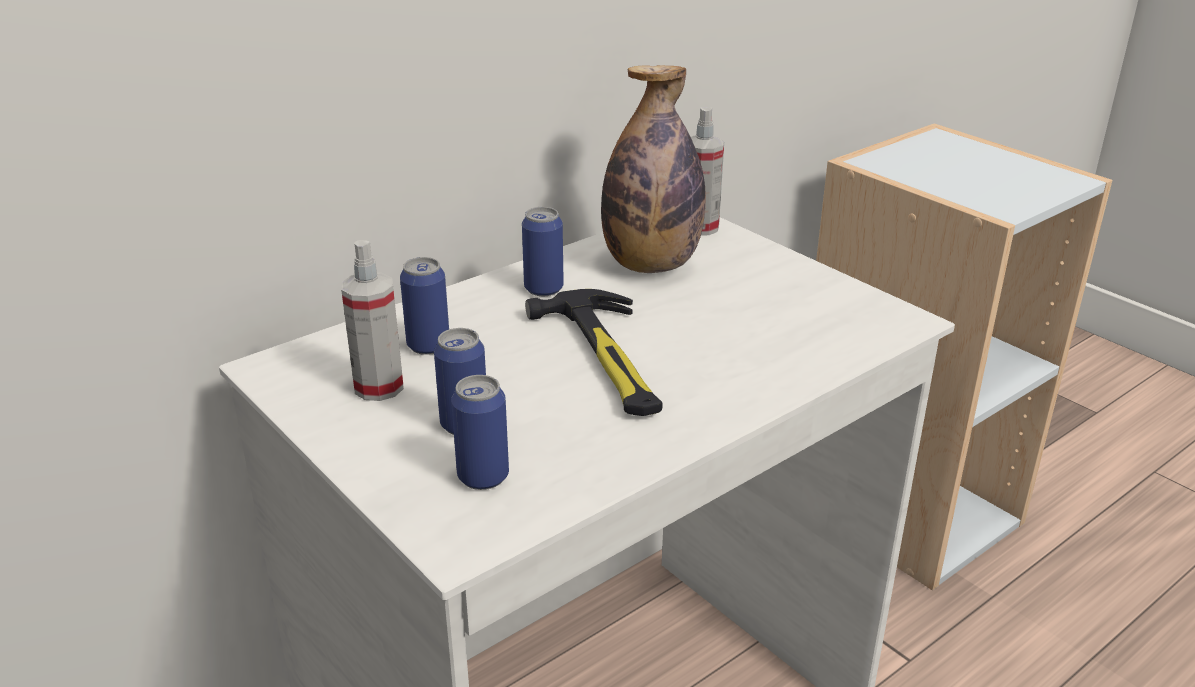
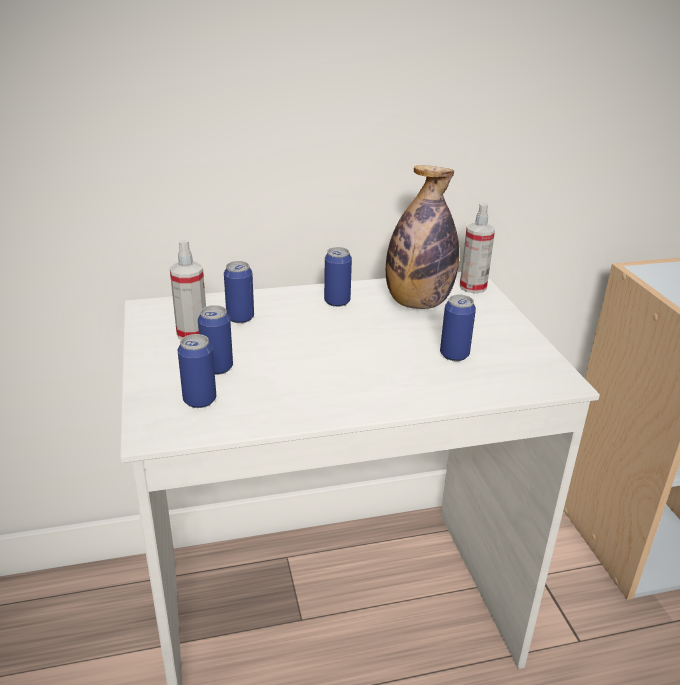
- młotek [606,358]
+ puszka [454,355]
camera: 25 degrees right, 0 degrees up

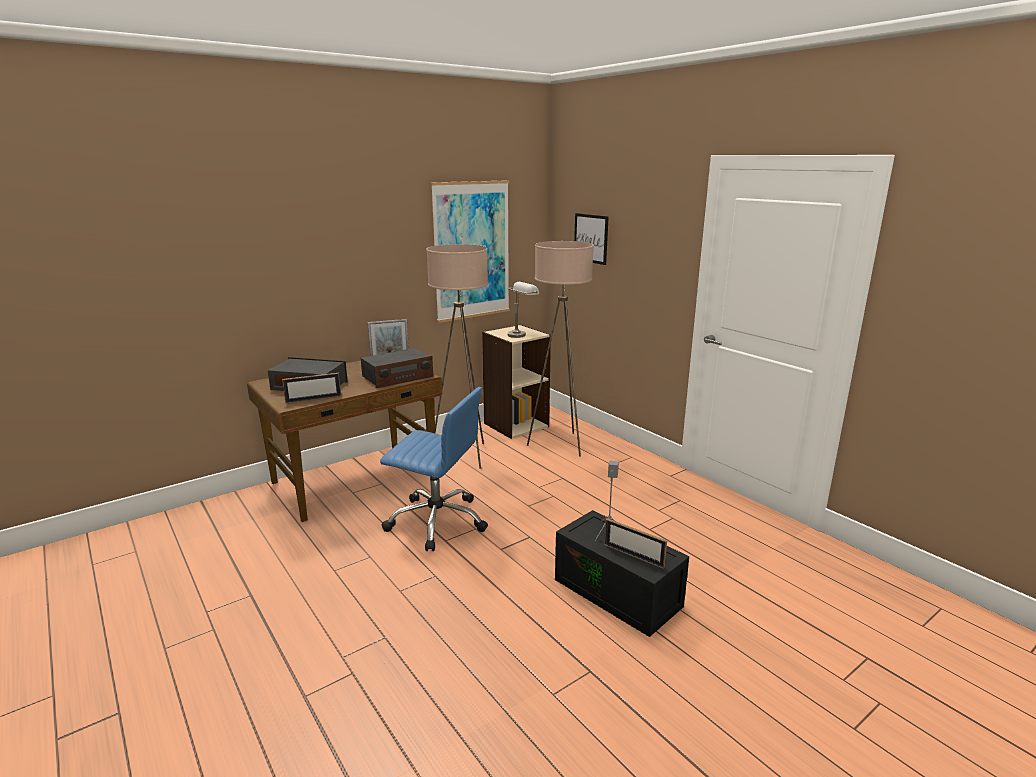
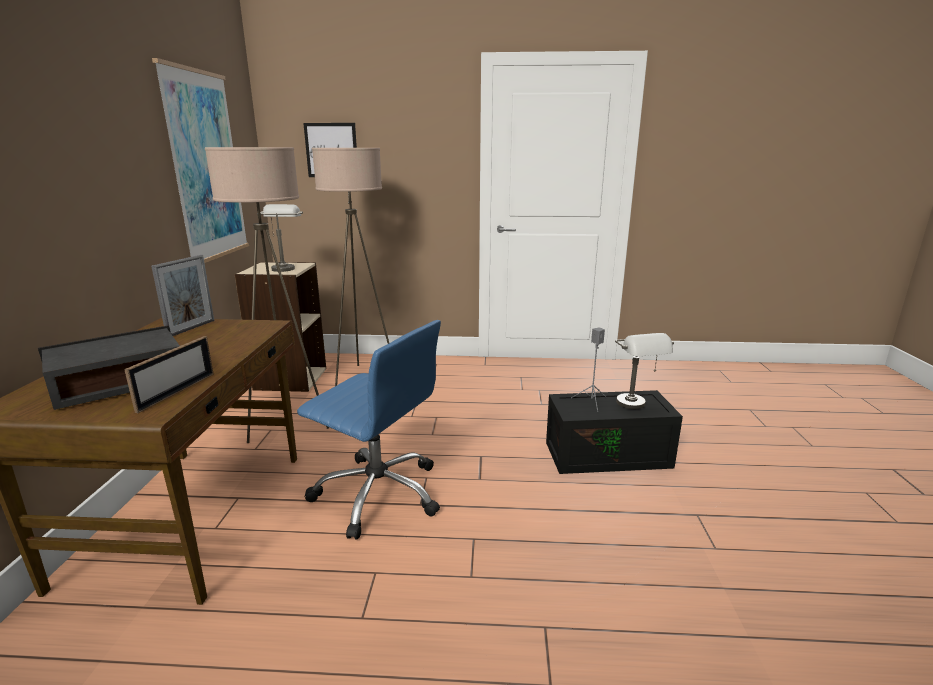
- radio [397,377]
~ krzesło biurowe [niebieski] [437,521] = [379,494] 60 degrees clockwise
~ ramka na zdjęcie [633,555] to lampa stołowa [szary] [636,407]
camera: 50 degrees left, 0 degrees up

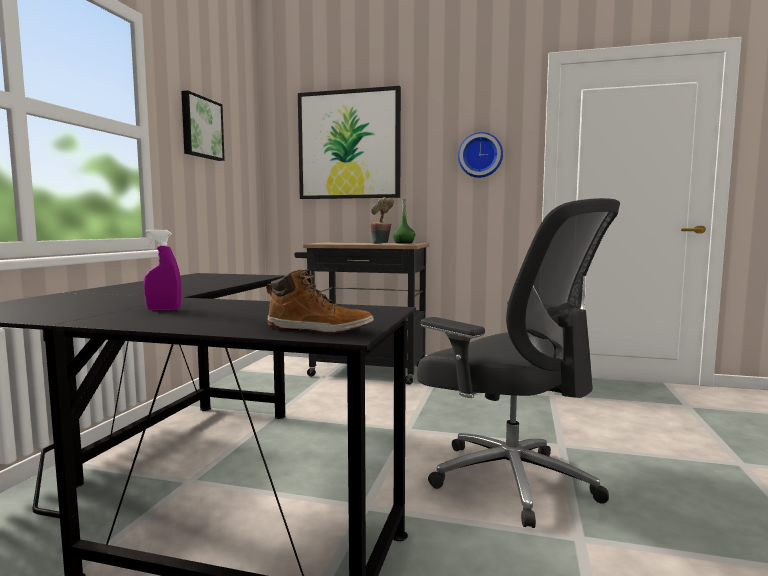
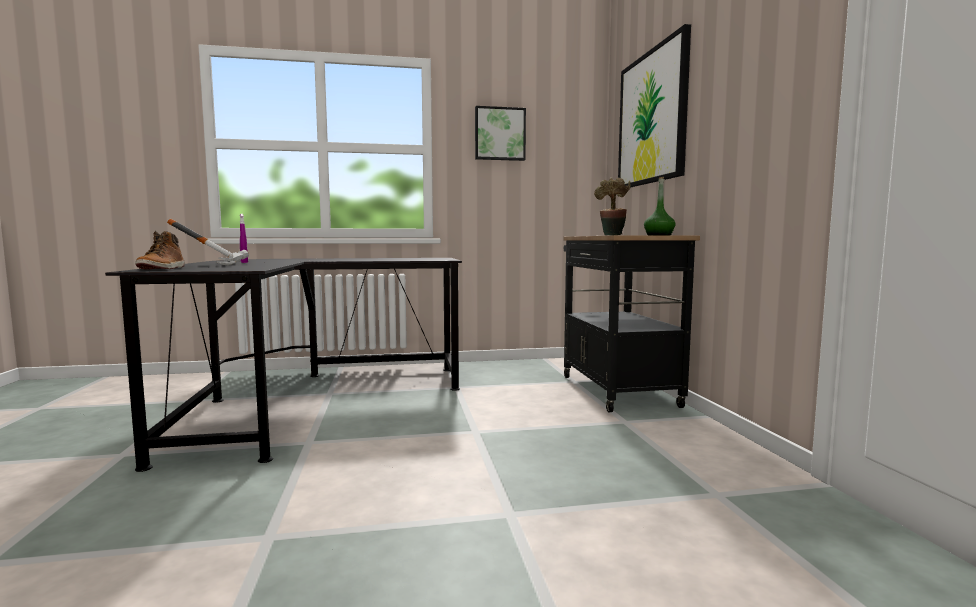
- zegar ścienny [480,155]
- krzesło biurowe [508,480]
+ młotek [213,264]
camera: 65 degrees right, 0 degrees up

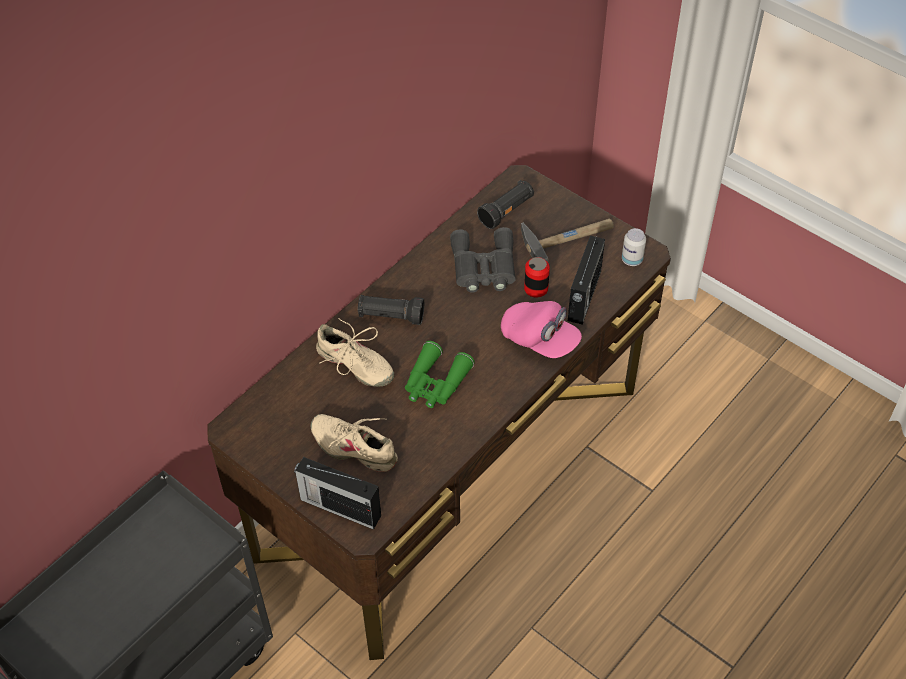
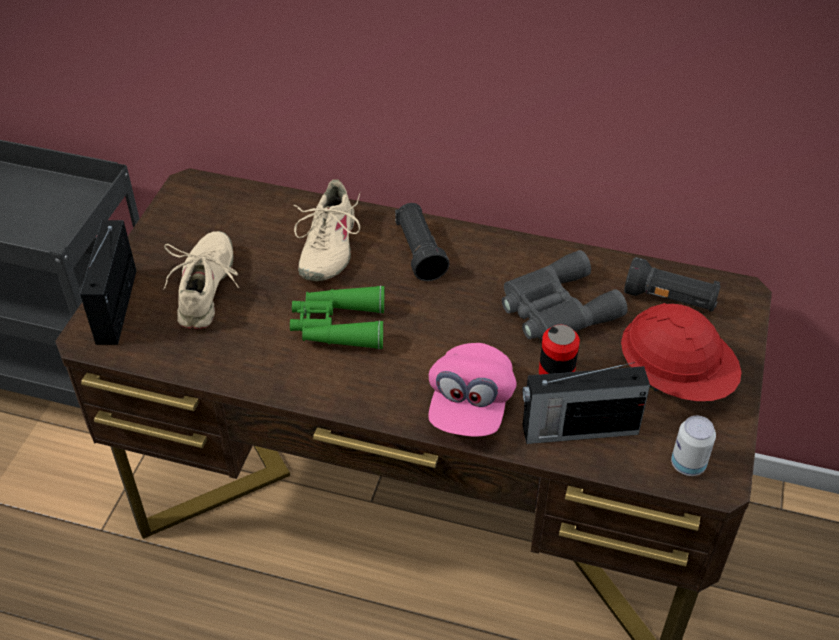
~ młotek [568,237] to kask [czerwony] [675,378]
camera: 65 degrees right, 5 degrees down

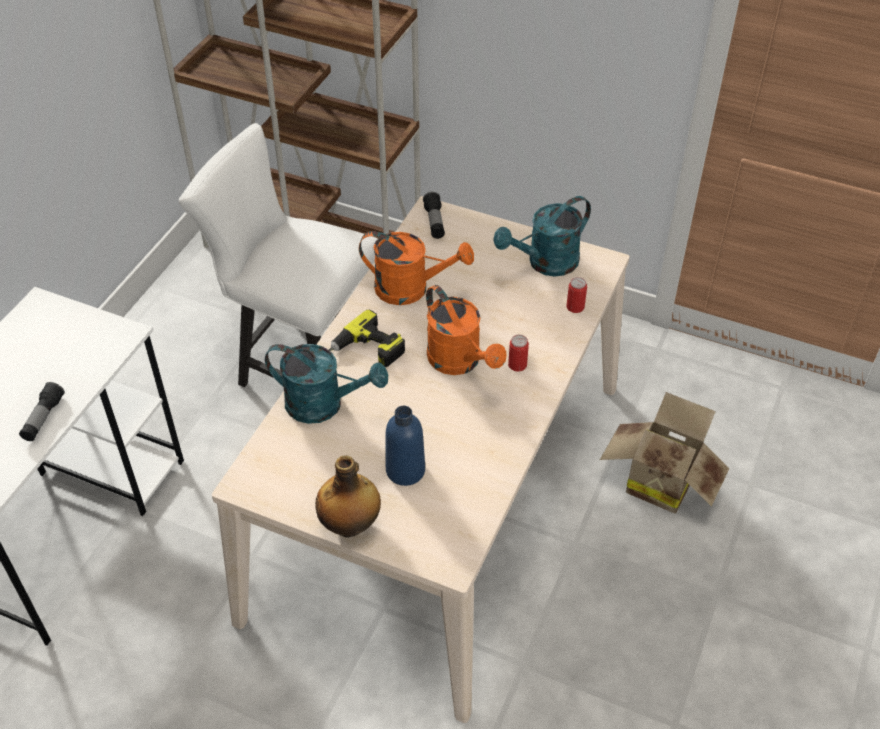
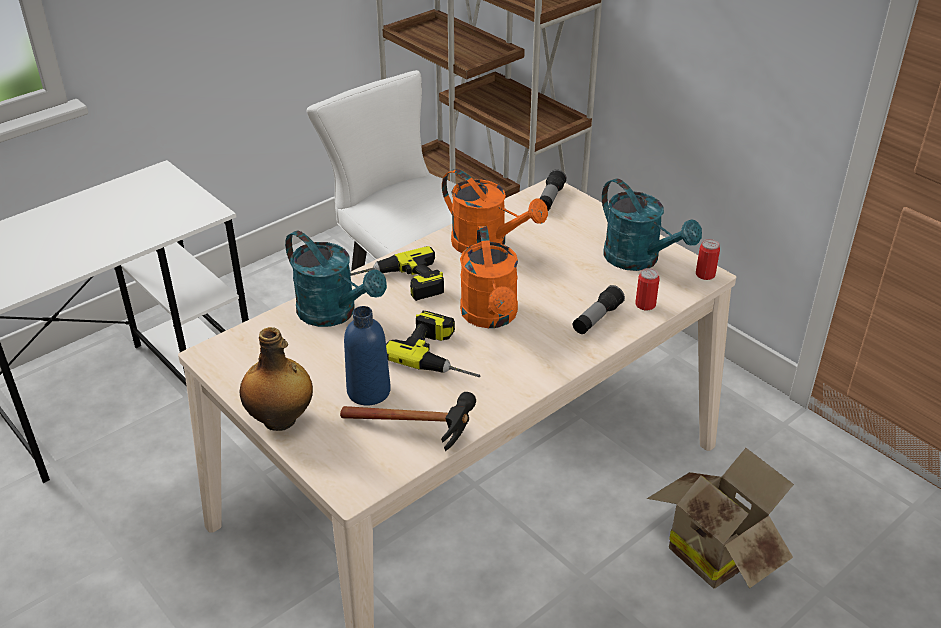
~ konewka [turkusowy] [545,263] = [639,260] 120 degrees counterclockwise
~ puszka [517,365] to [705,274]
~ latarka [43,418] to [596,319]
+ wiertarka [443,354]
+ młotek [422,436]
camera: 25 degrees right, 10 degrees down

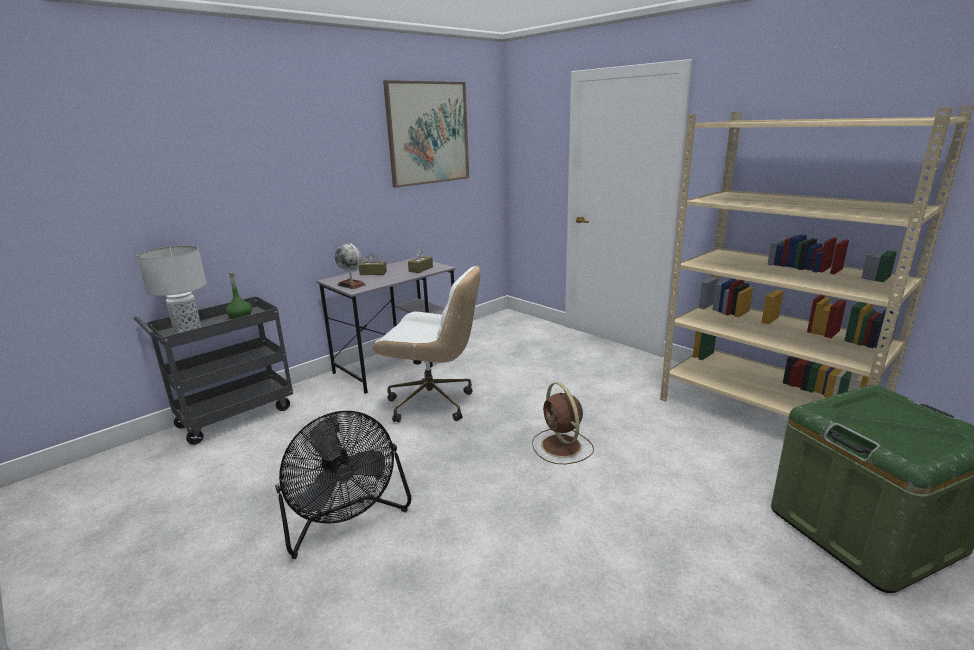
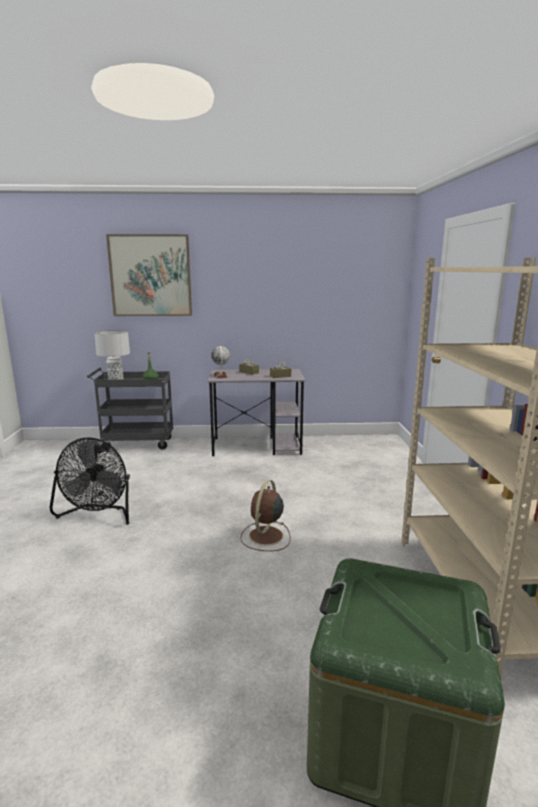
~ obraz [428,133] to [150,276]
- krzesło biurowe [biały] [433,404]
camera: 40 degrees right, 5 degrees down

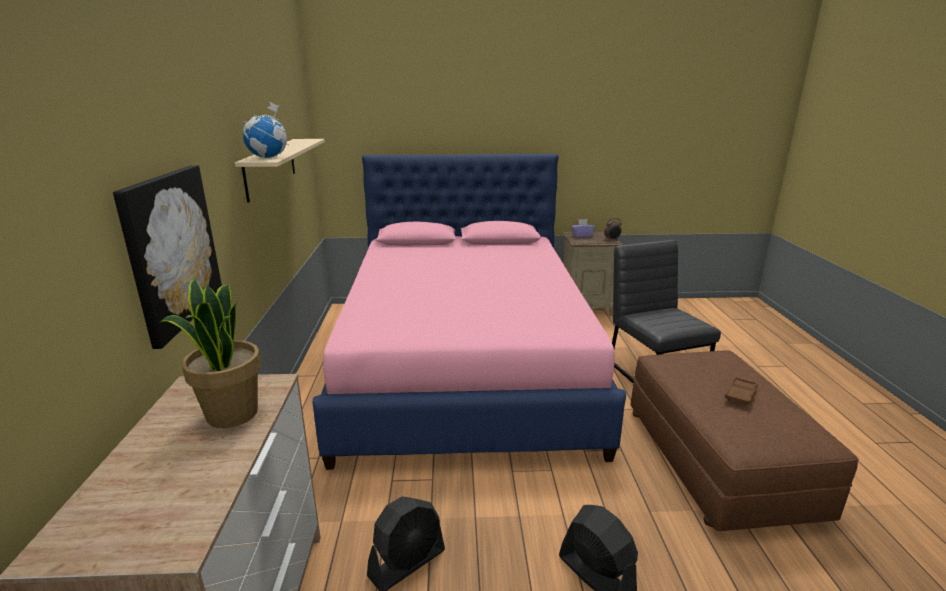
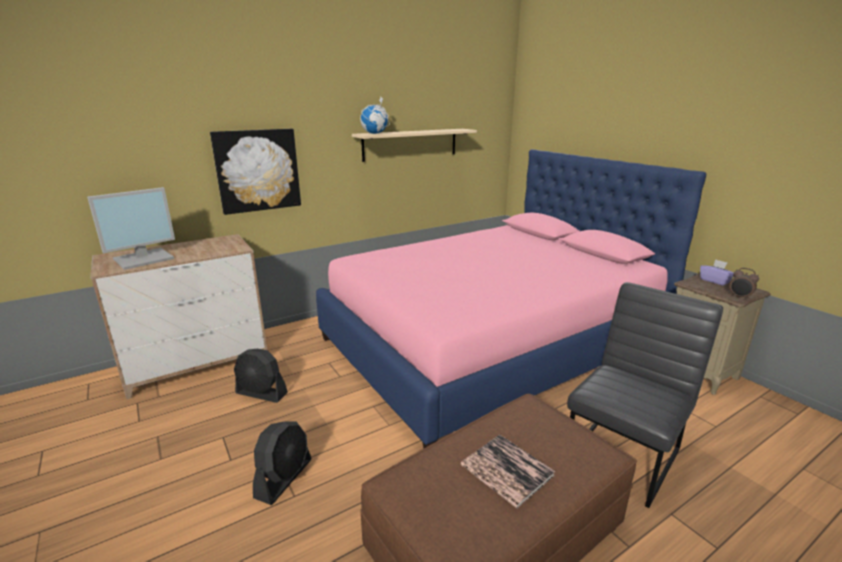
- roślina doniczkowa [231,414]
~ taca [brązowy] [740,394] to książka [507,470]
+ monitor [144,258]
camera: 60 degrees right, 0 degrees up

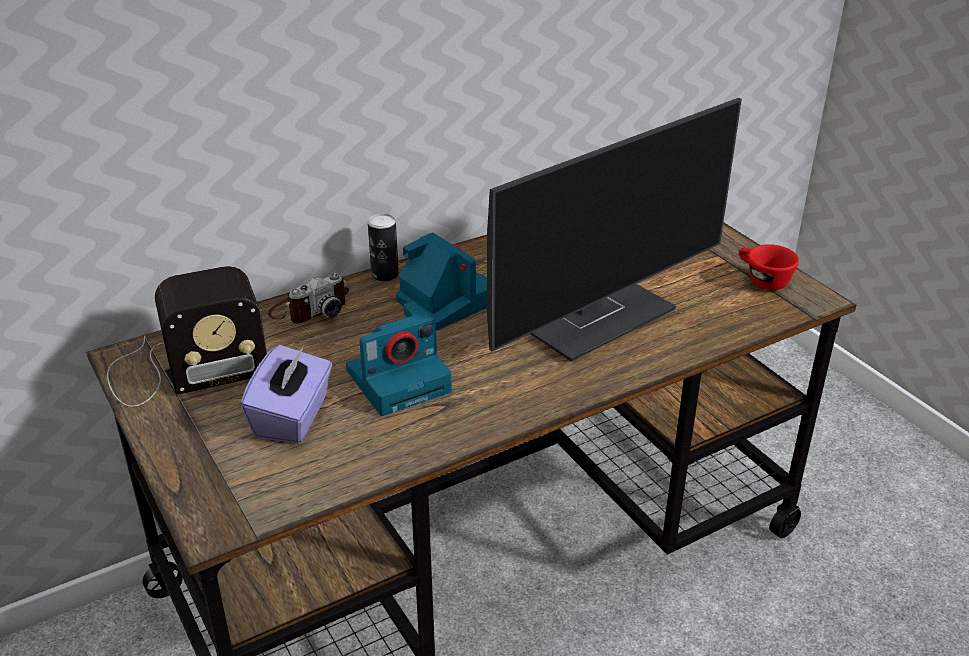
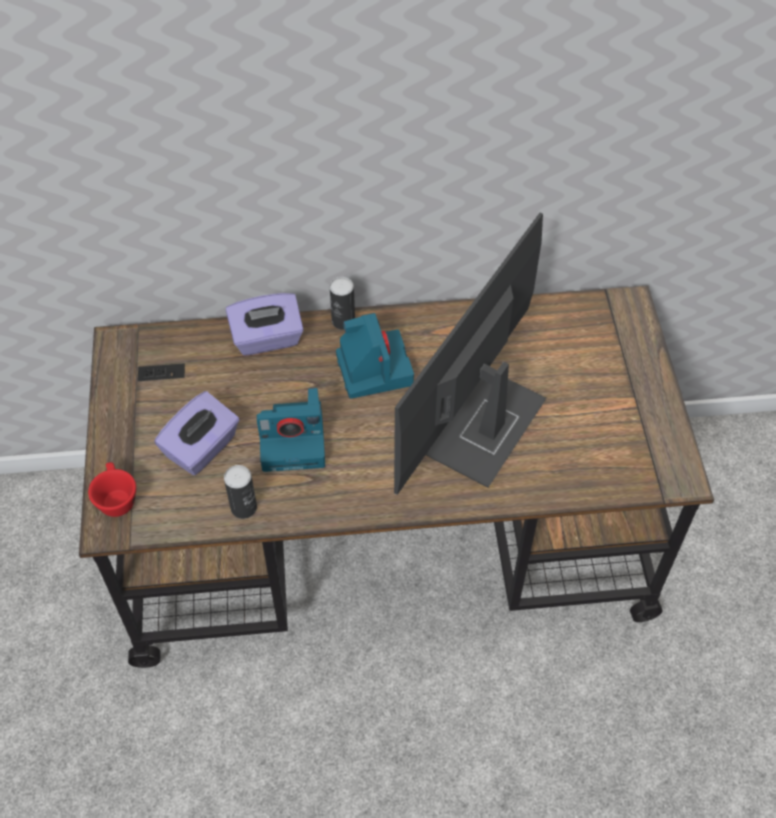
~ monitor [594,315] = [481,429] 135 degrees clockwise
~ filiżanka [czerwony] [762,280] to [116,498]
- radio [182,370]
~ aparat fotograficzny [309,309] to pudełko chusteczek [fioletowy] [267,339]
+ puszka [243,507]
camera: 25 degrees right, 20 degrees up

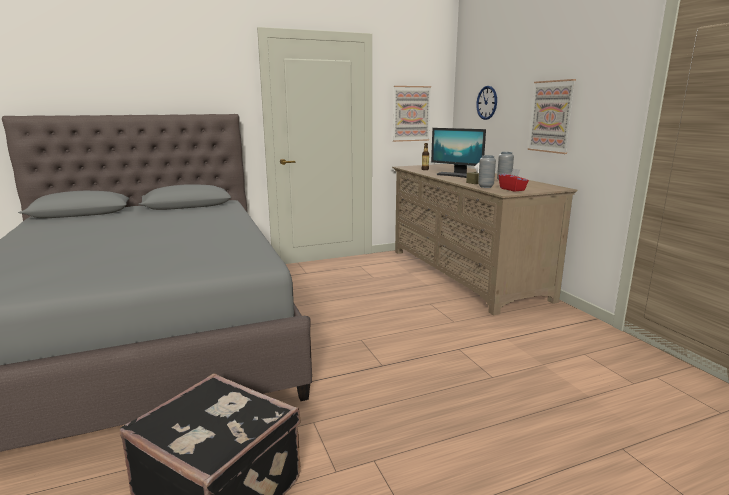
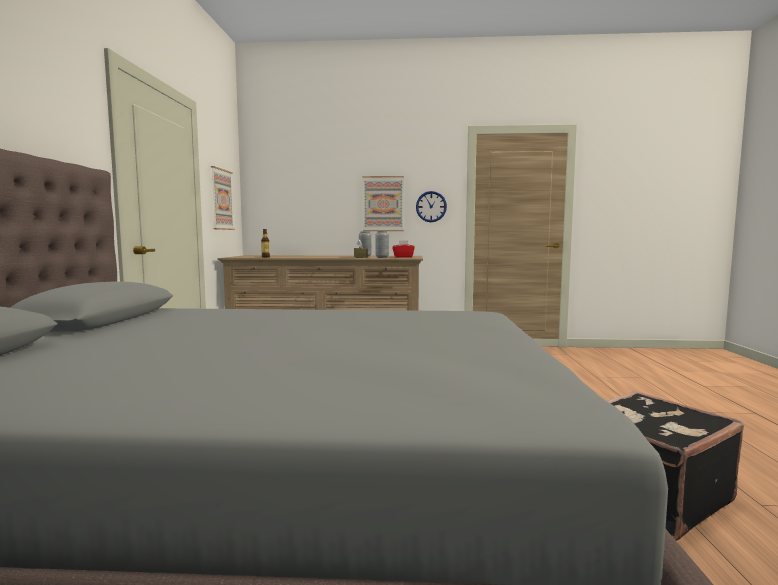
~ zegar ścienny [487,102] to [431,206]
- monitor [456,175]
camera: 65 degrees left, 10 degrees down

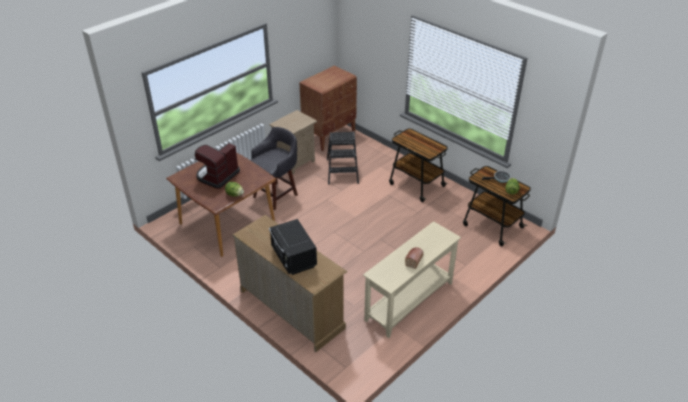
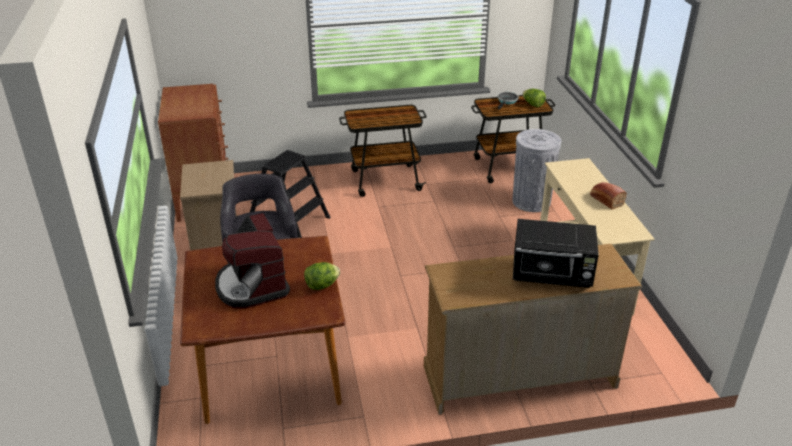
+ kosz na śmieci [szary] [531,201]
camera: 55 degrees left, 5 degrees down

